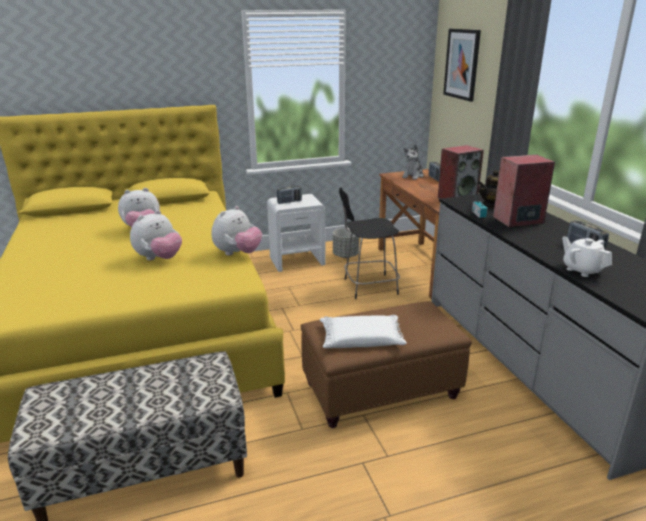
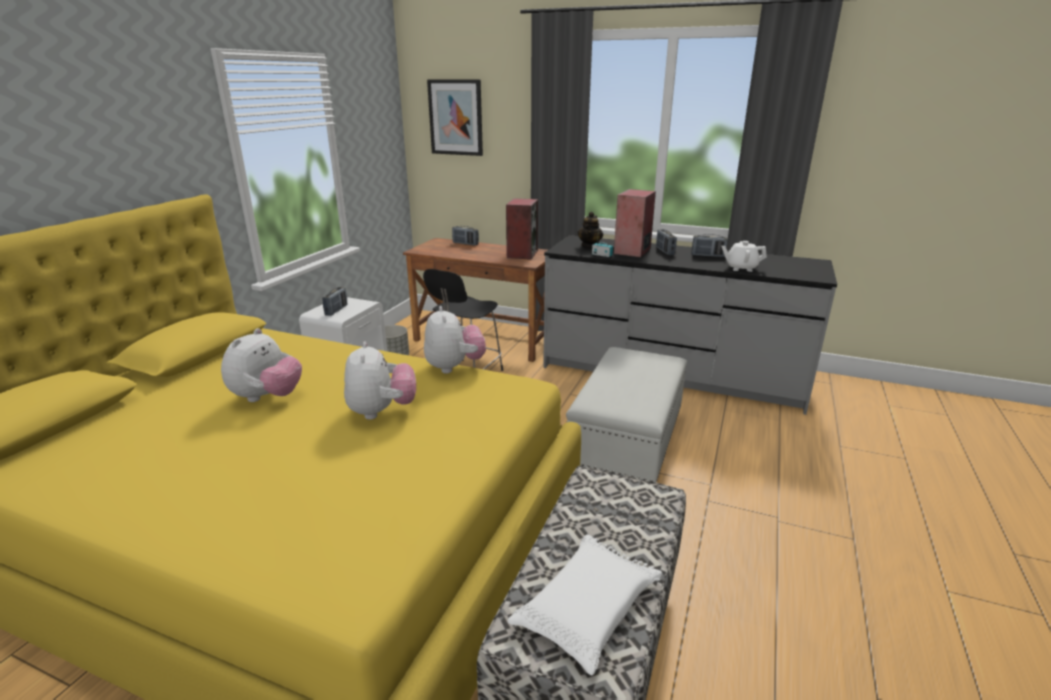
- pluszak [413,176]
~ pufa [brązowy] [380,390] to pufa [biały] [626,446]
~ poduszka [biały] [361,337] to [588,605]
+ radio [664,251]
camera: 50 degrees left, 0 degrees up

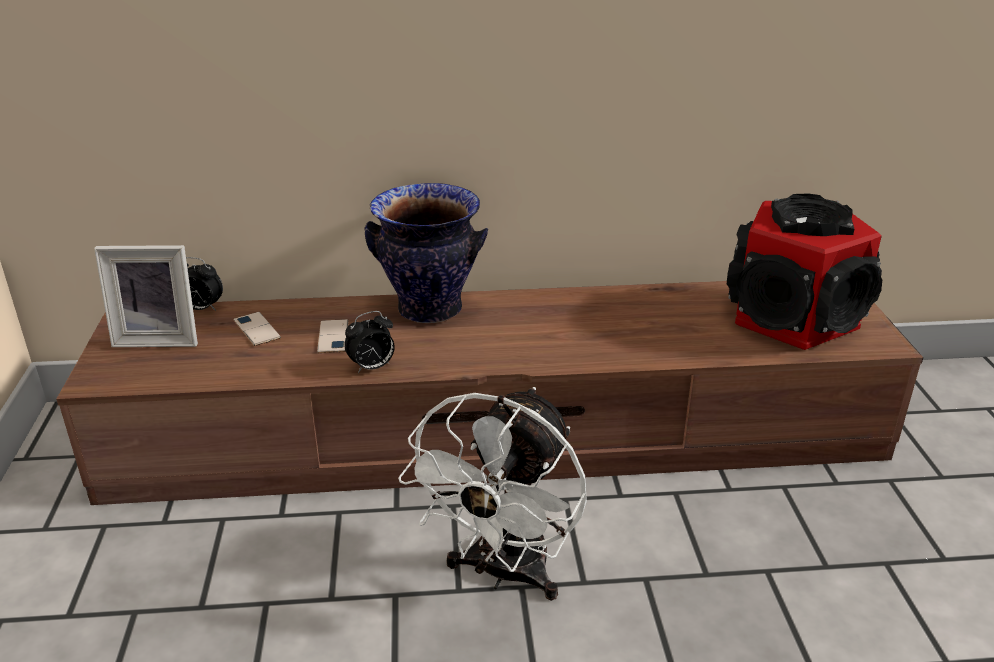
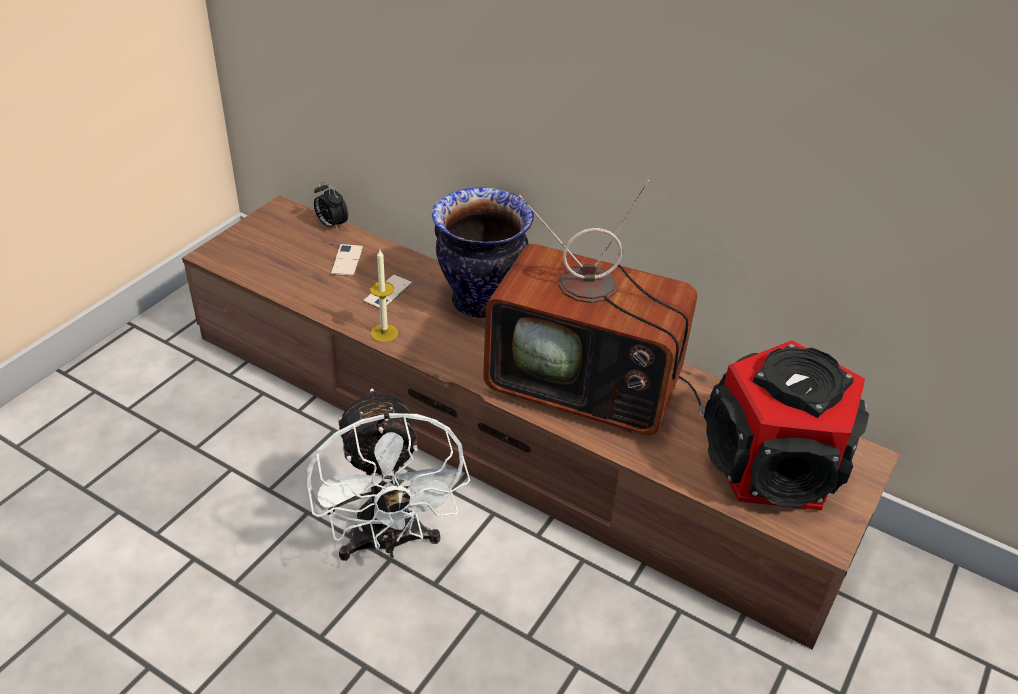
- ramka na zdjęcie [159,338]
~ budzik [372,367] to świeca [384,333]
~ wentylator [biały] [504,574] = [389,542] 75 degrees counterclockwise
+ telewizor [590,386]
camera: 35 degrees right, 10 degrees up

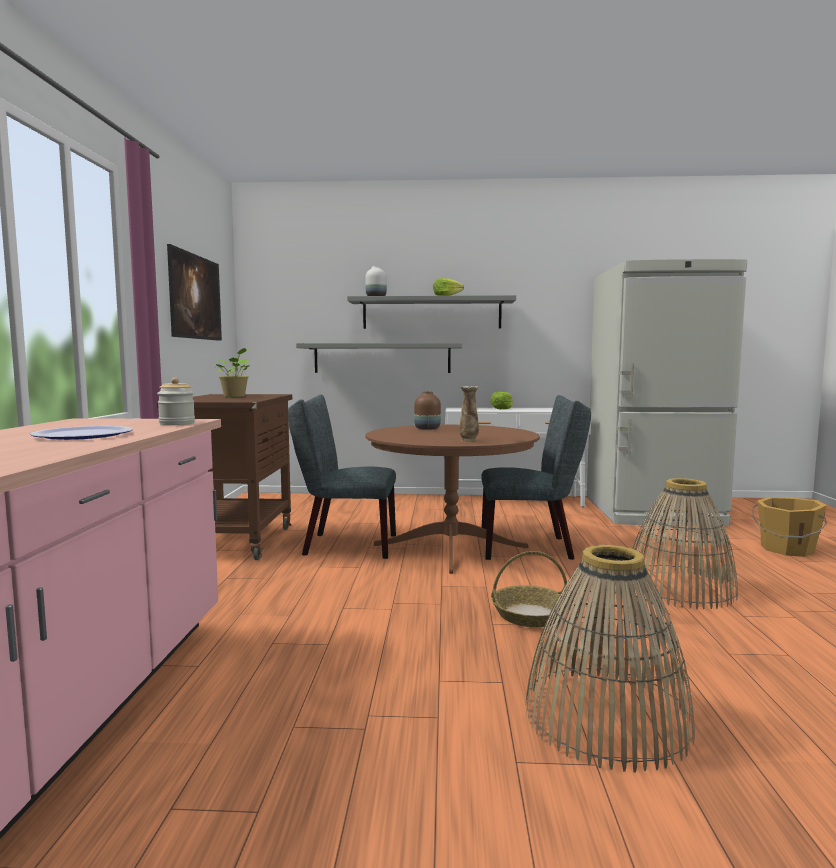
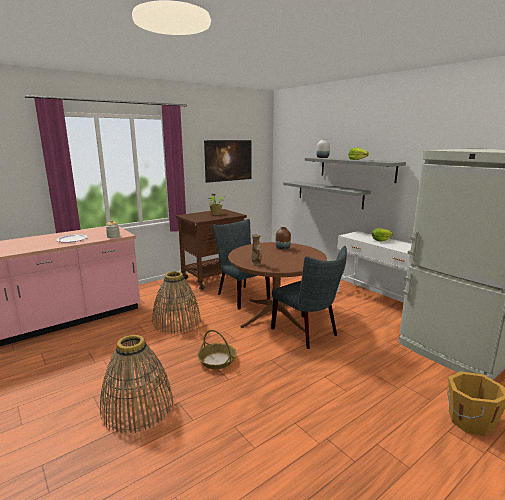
~ koszyk [680,588] to [176,321]
camera: 50 degrees right, 10 degrees up

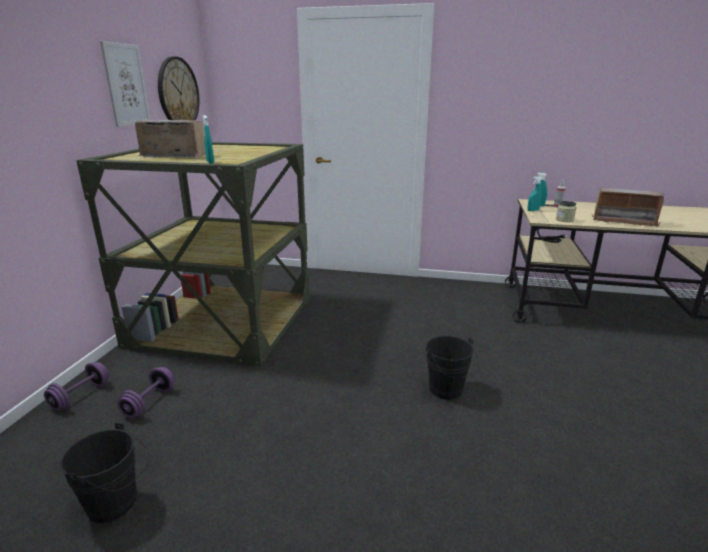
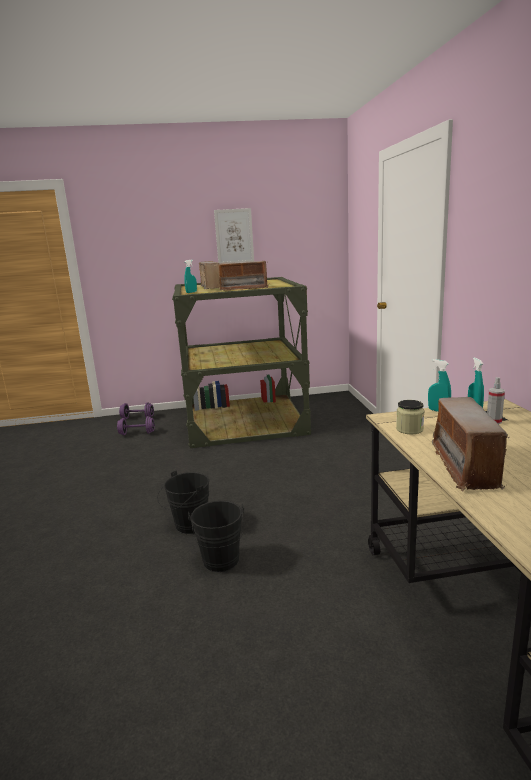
- zegar ścienny [178,93]
~ wiadro [czarny] [117,504] to [221,563]
+ radio [244,289]
camera: 70 degrees right, 5 degrees down

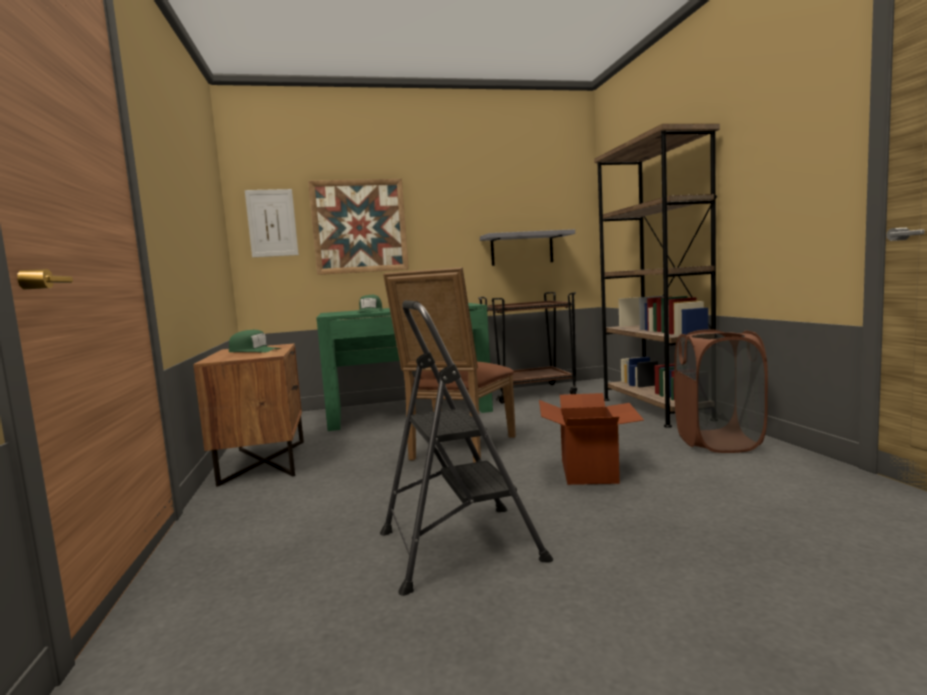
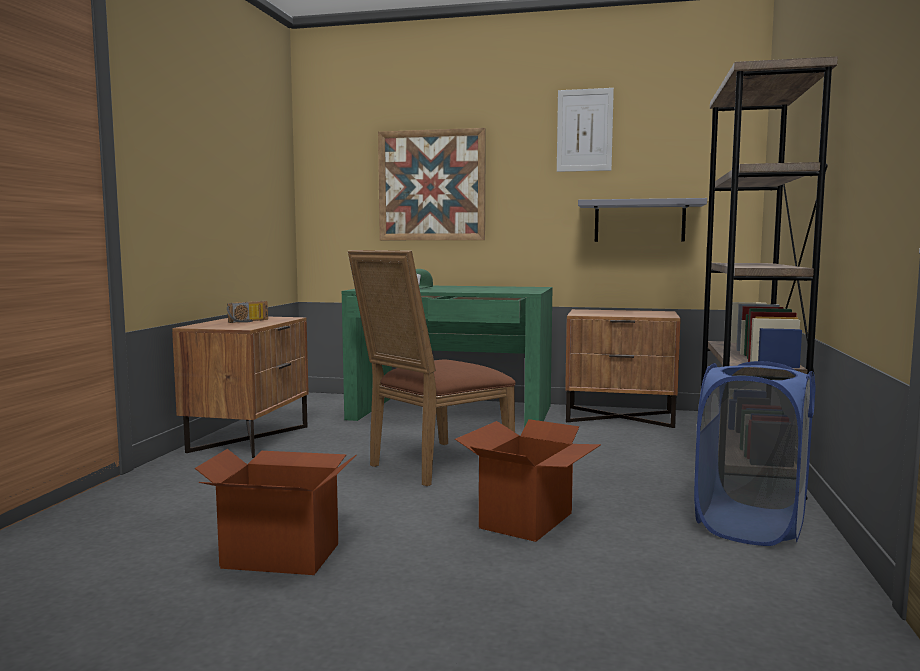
~ obraz [272,223] to [584,130]
~ wózek [brązowy] [530,393] to szafka nocna [brązowy] [620,417]
~ drabinka [czarny] [455,546] to karton [281,555]
~ kosz na pranie [brązowy] [718,442] to kosz na pranie [niebieski] [750,525]
~ czapka z daszkiem [zielony] [254,351] to radio [249,321]
camera: 25 degrees right, 0 degrees up

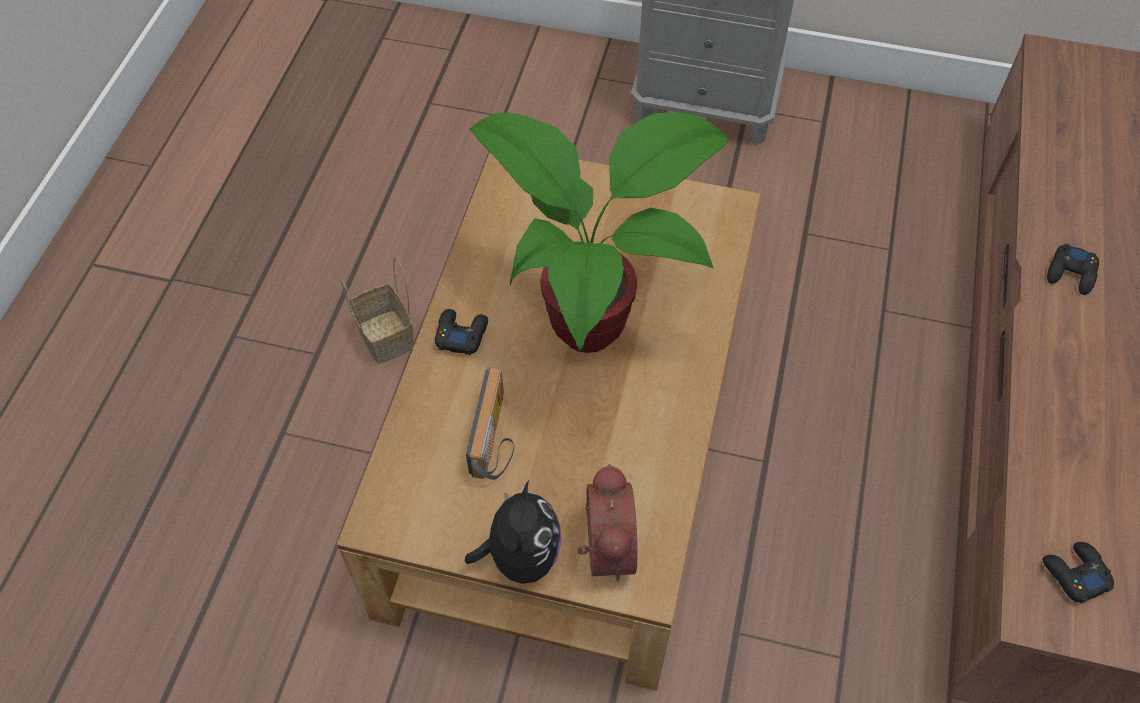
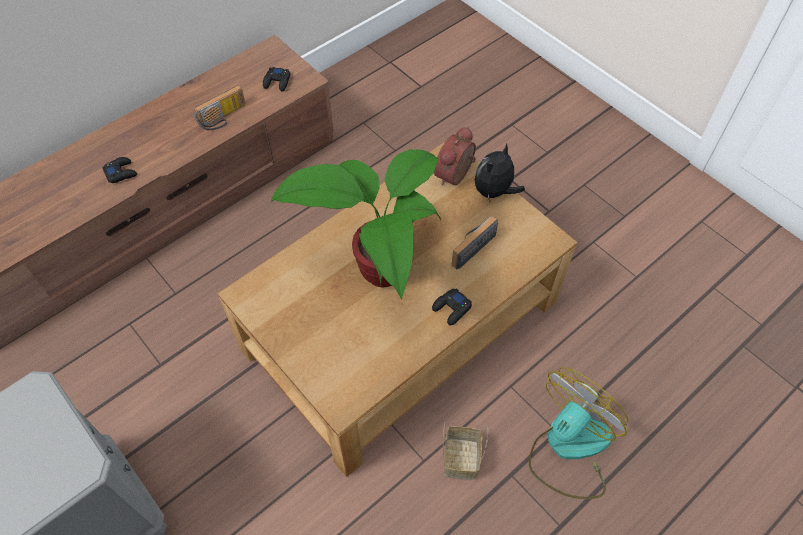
+ radio [223,118]
+ wentylator [568,448]
camera: 145 degrees left, 0 degrees up

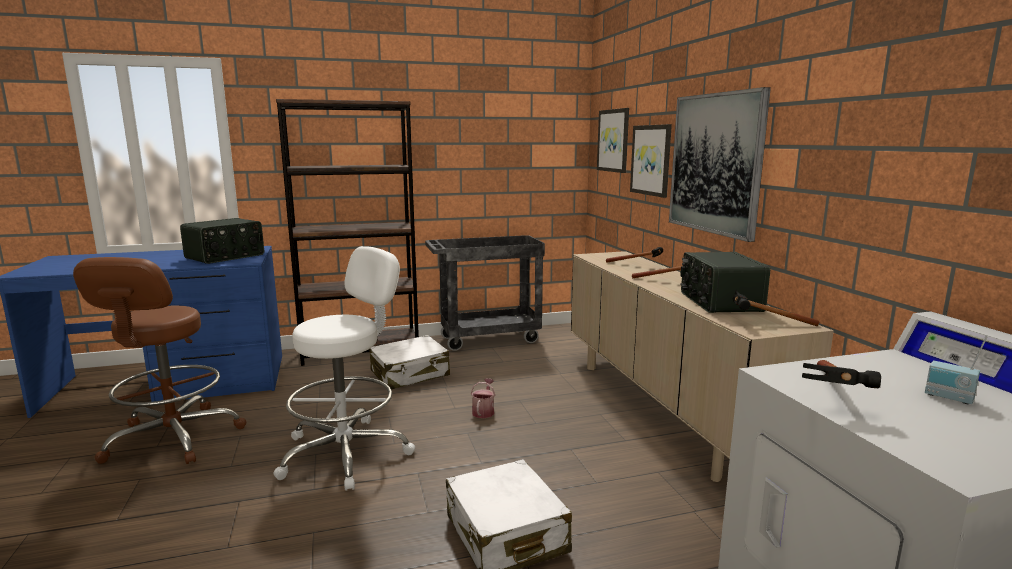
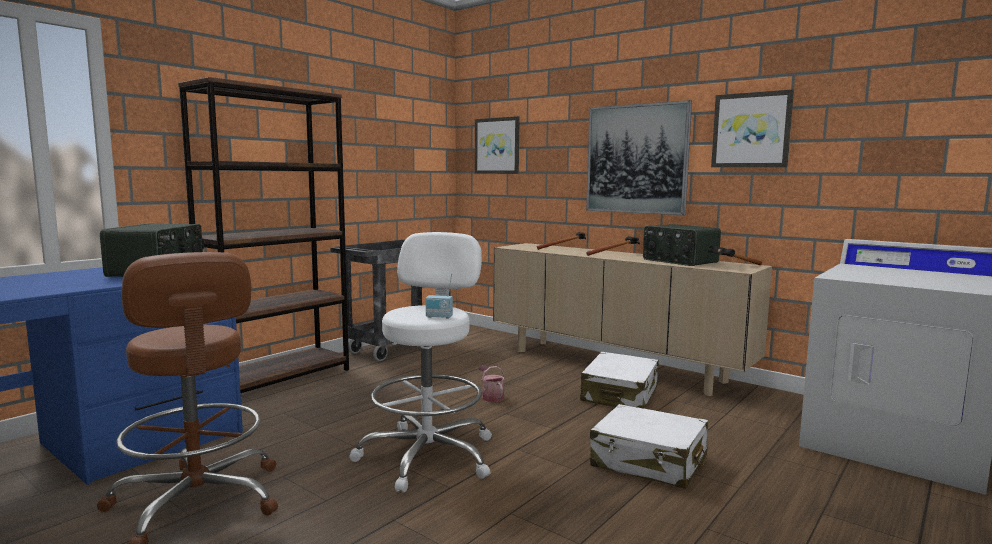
~ obraz [651,160] to [751,130]
~ walizka [biały] [410,374] to [620,394]
~ radio [948,398] to [439,317]
- młotek [834,395]
camera: 35 degrees left, 5 degrees down

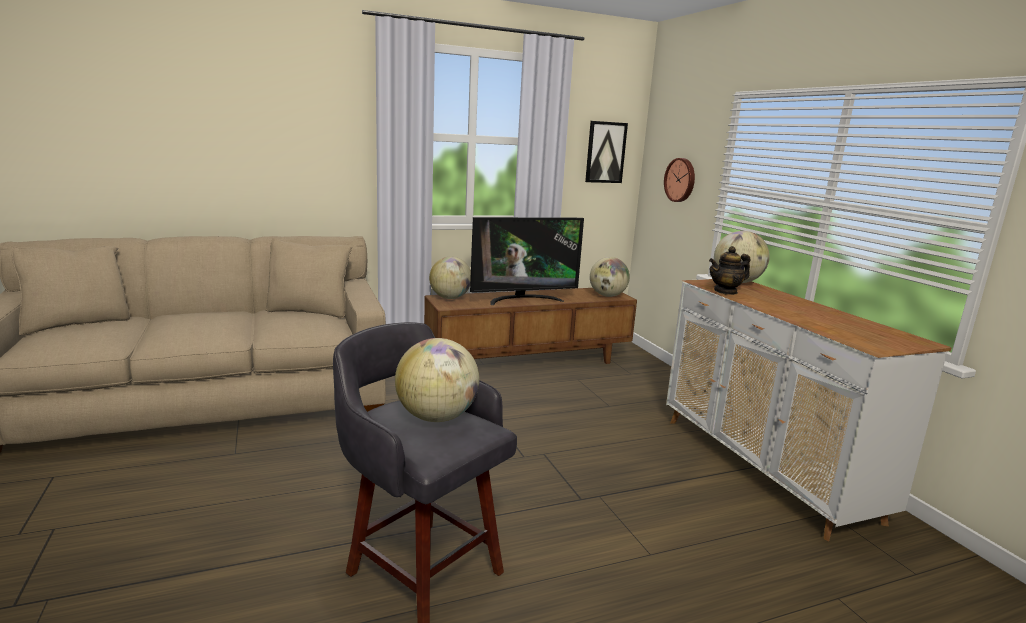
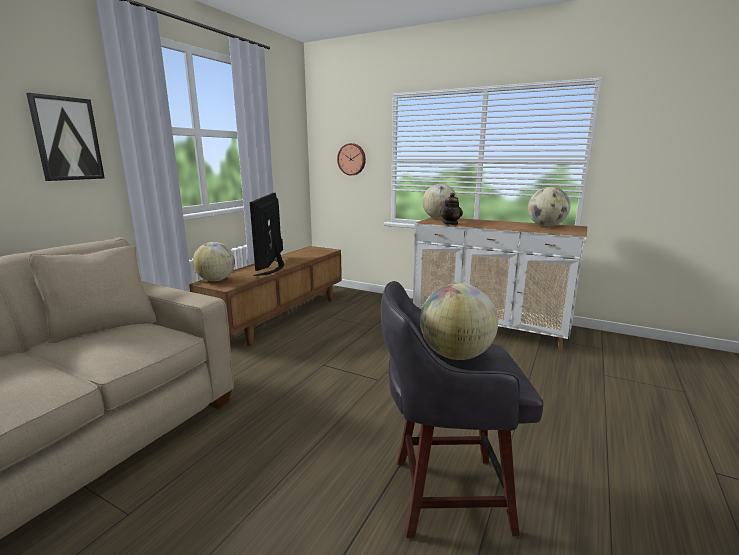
~ obraz [605,152] to [67,139]
~ telewizor [523,299] = [273,267] 150 degrees clockwise
~ globus [607,296] to [546,226]
camera: 40 degrees left, 0 degrees up

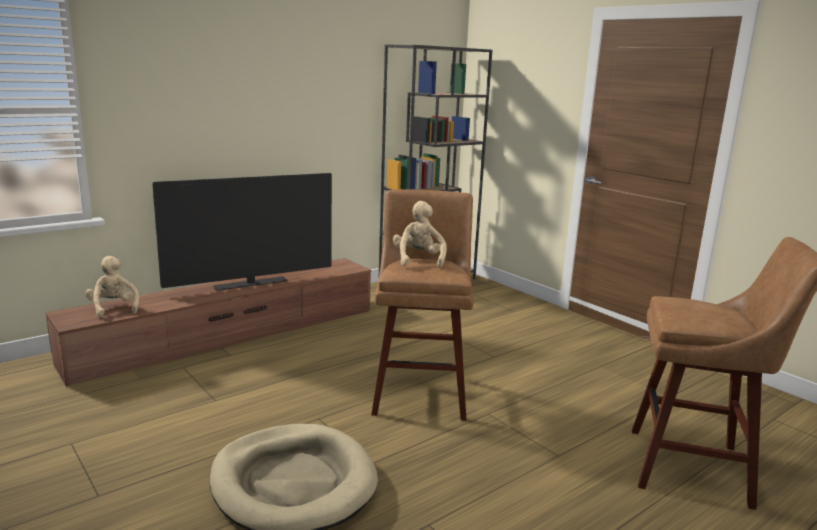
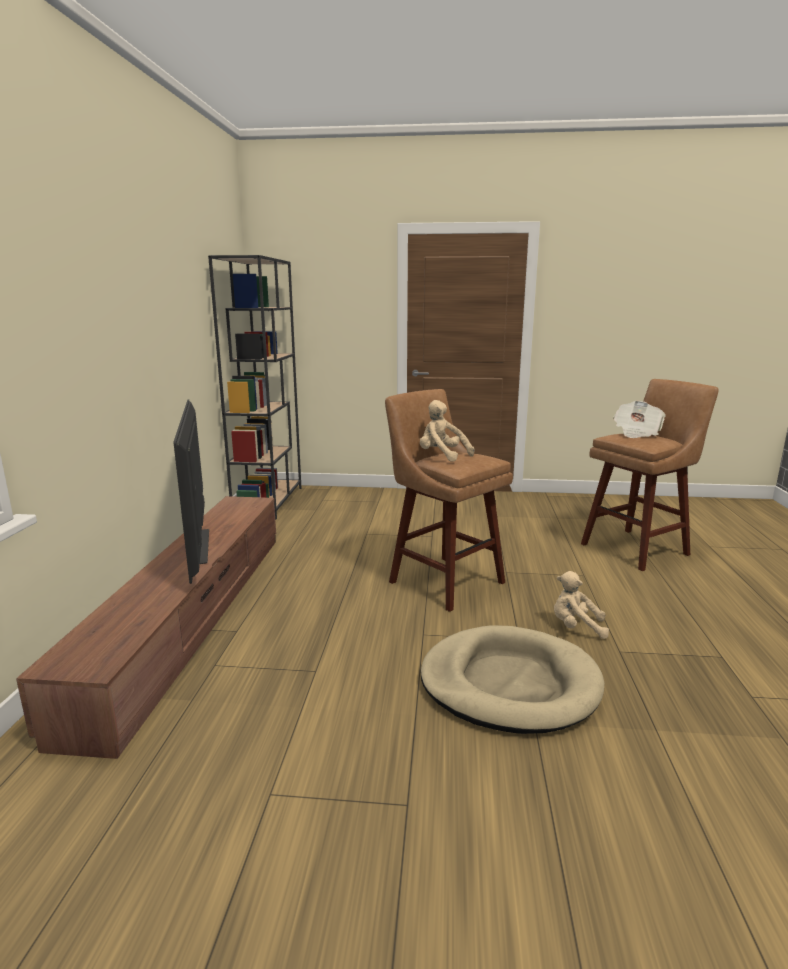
~ telewizor [251,284] = [199,547] 150 degrees clockwise
~ pluszak [beżowy] [114,308] to [576,627]
+ gazeta [636,433]
camera: 45 degrees left, 0 degrees up

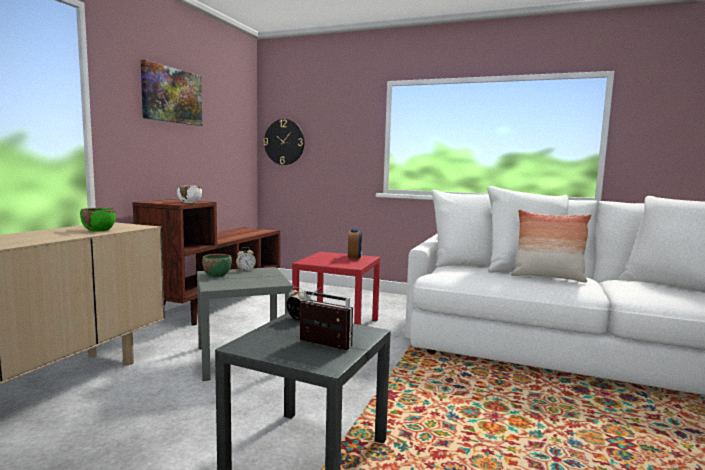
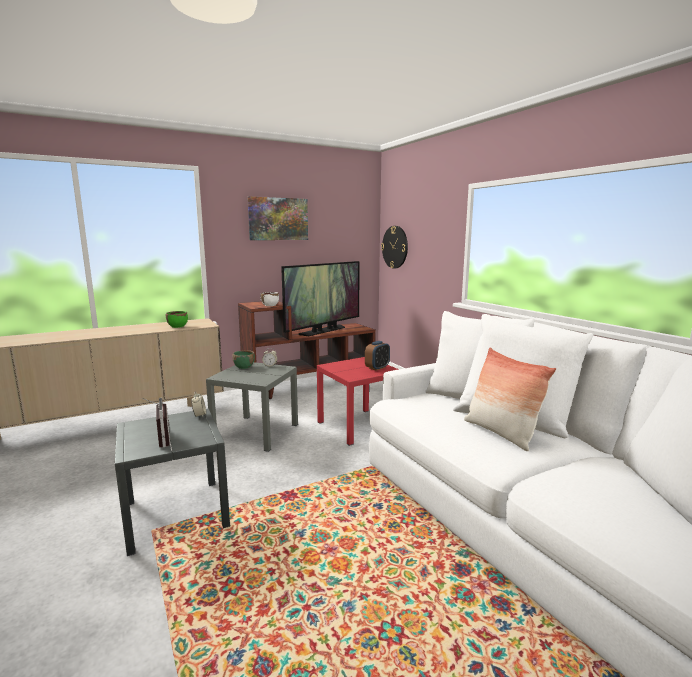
+ telewizor [323,331]
camera: 40 degrees right, 5 degrees up

